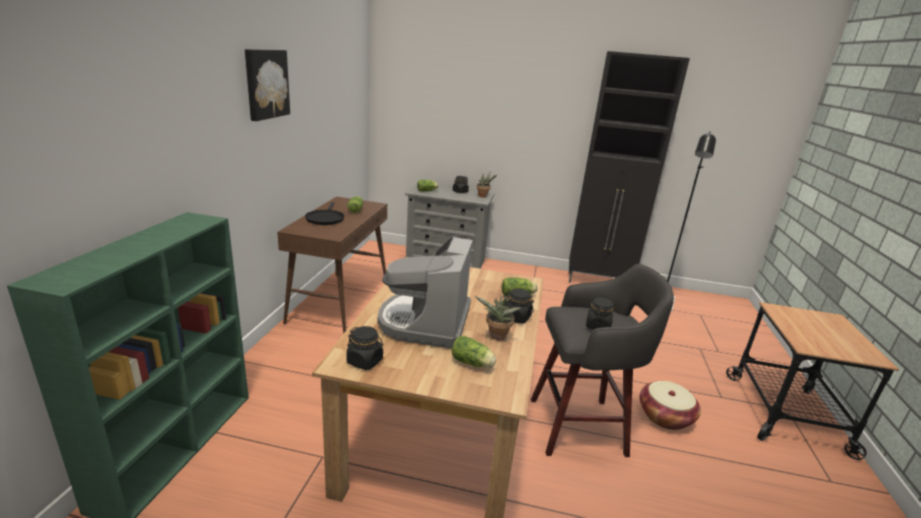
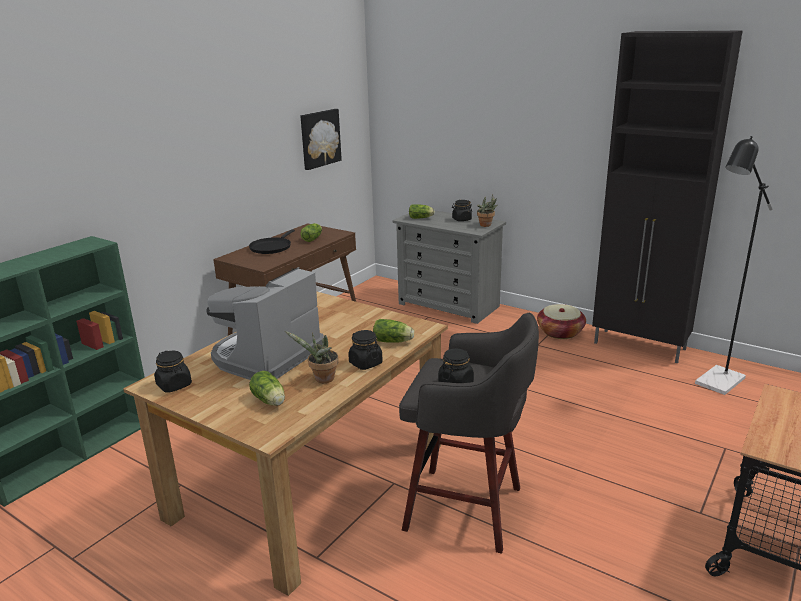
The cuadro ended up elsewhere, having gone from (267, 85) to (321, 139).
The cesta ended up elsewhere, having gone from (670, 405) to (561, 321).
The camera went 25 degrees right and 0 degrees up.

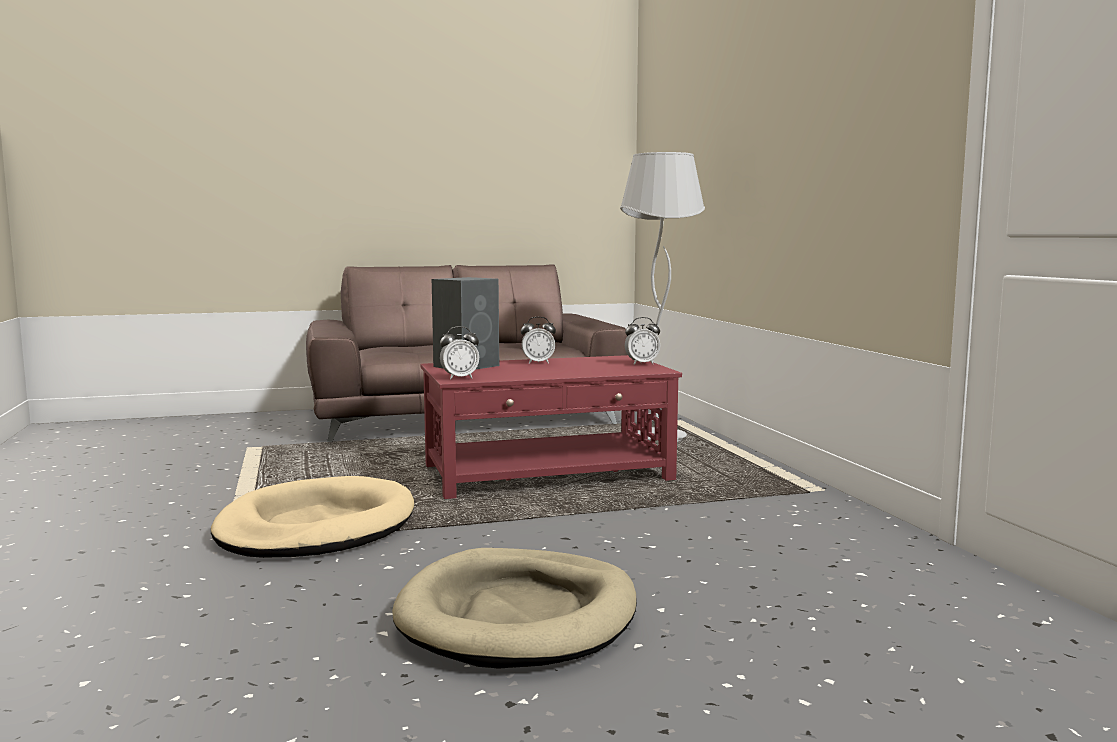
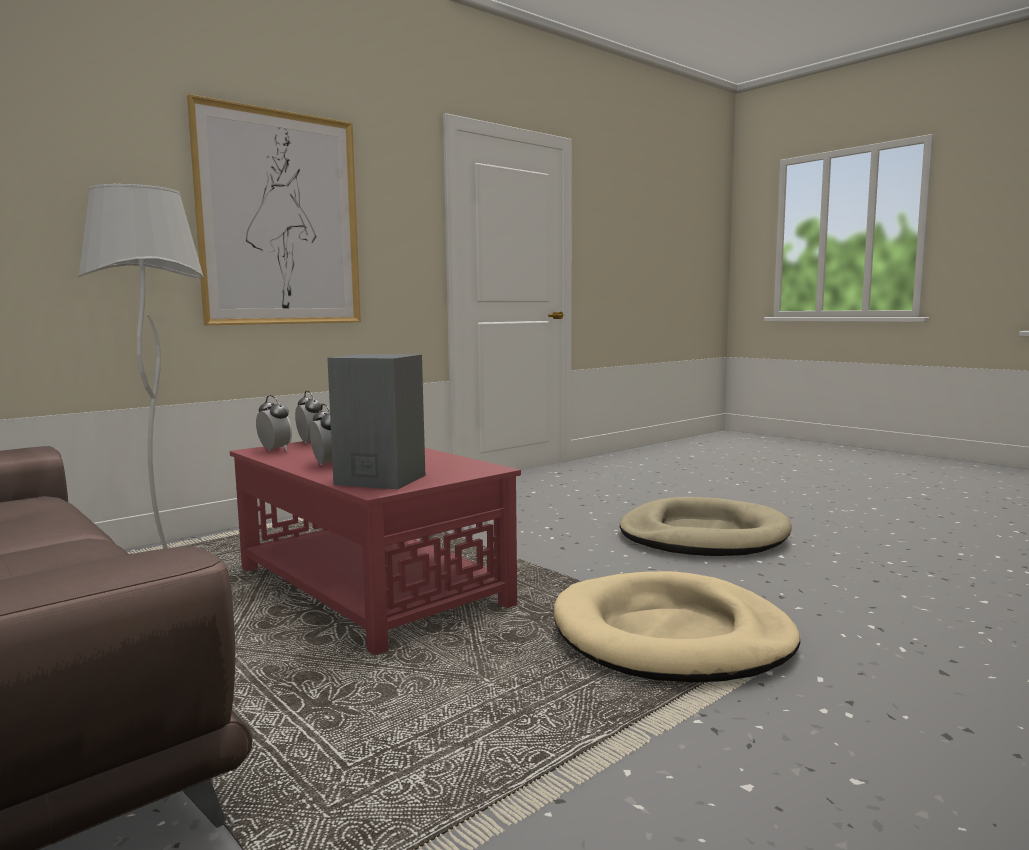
The second view gained the cuadro at (274, 209).
The despertador ended up elsewhere, having gone from (459, 353) to (274, 423).
The camera went 115 degrees left and 0 degrees up.

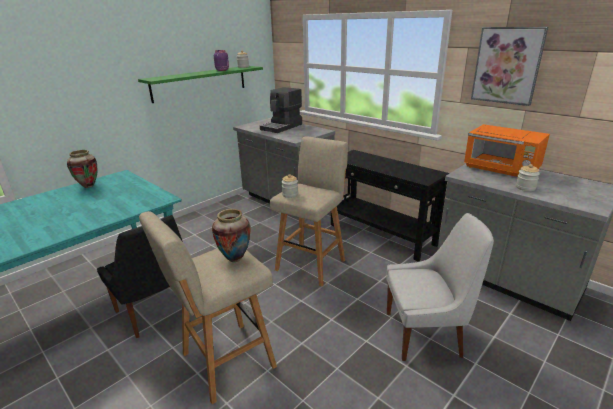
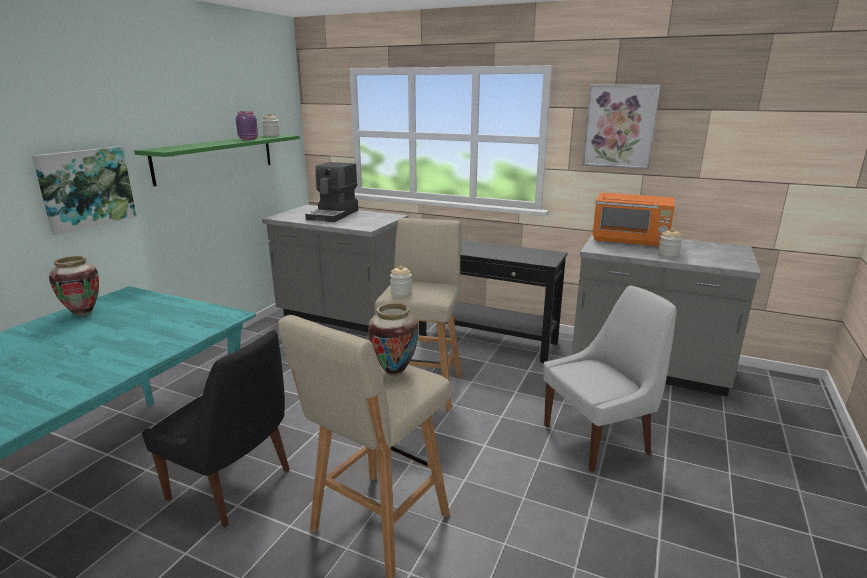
The second view gained the cuadro at (84, 191).
The camera went 20 degrees left and 5 degrees down.

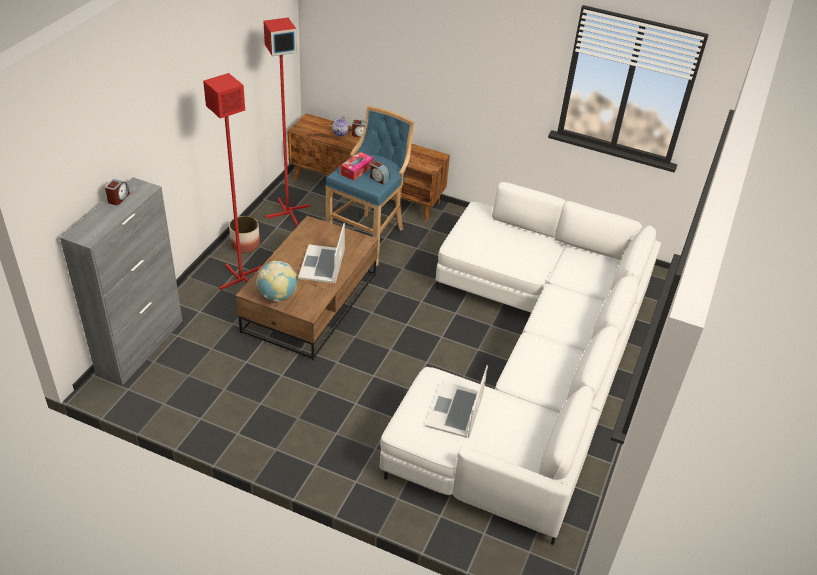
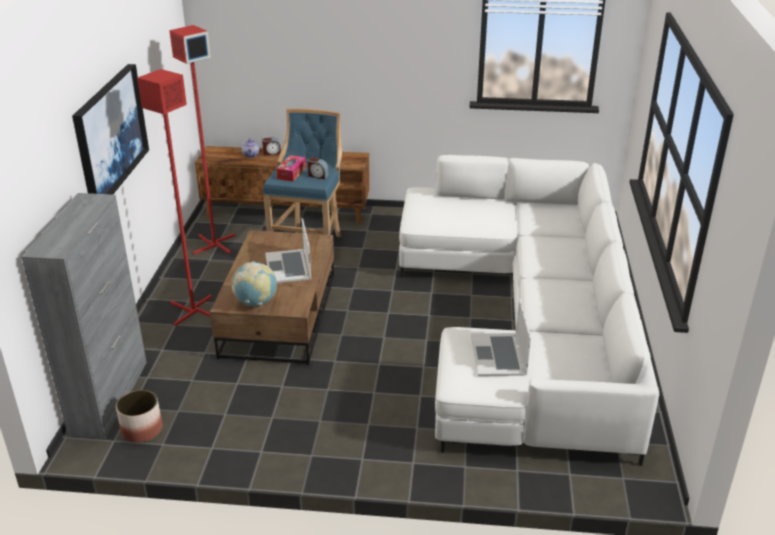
The second view lost the despertador at (117, 192).
The second view gained the cuadro at (110, 129).
The maceta ended up elsewhere, having gone from (244, 234) to (139, 416).
The camera went 15 degrees left and 10 degrees down.

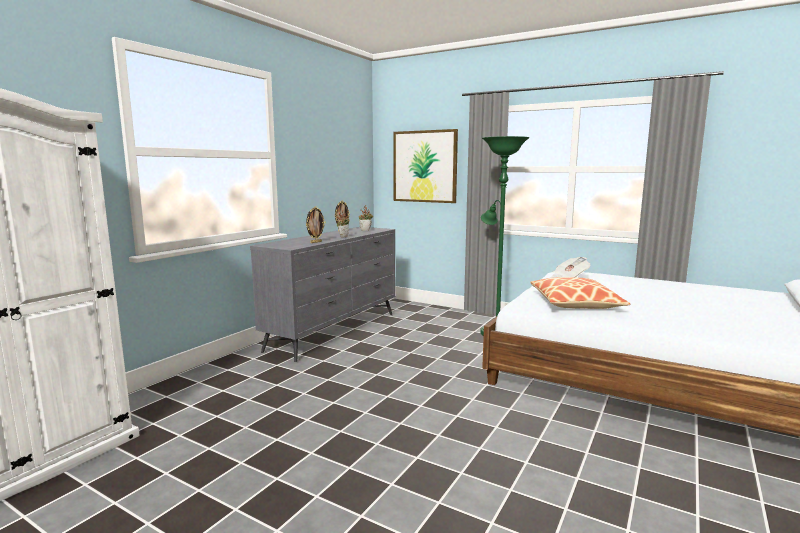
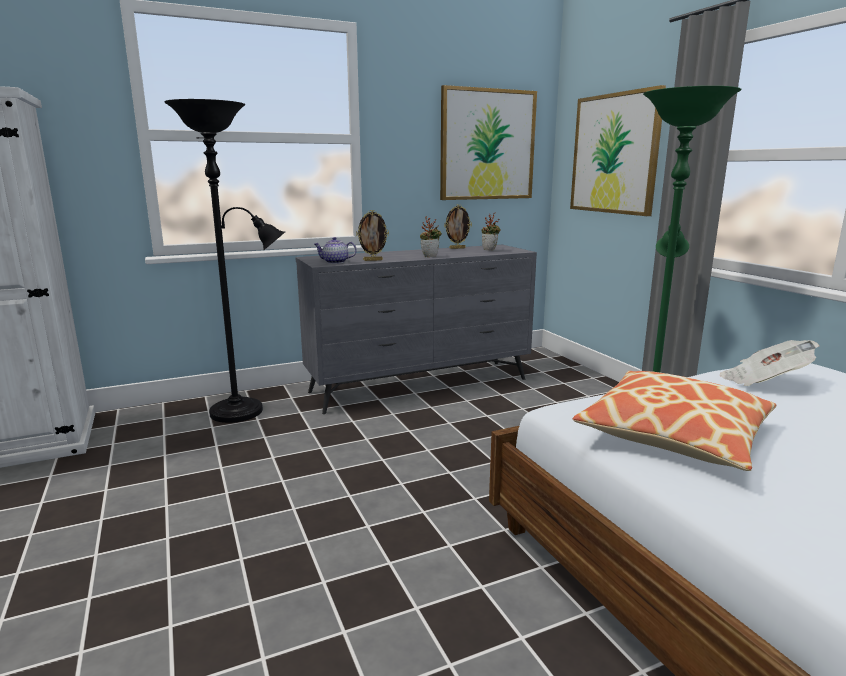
The second view gained the lámpara de pie/negro at (224, 261).
The second view gained the tetera at (335, 250).
The second view gained the cuadro at (488, 142).
The camera went 35 degrees right and 5 degrees up.

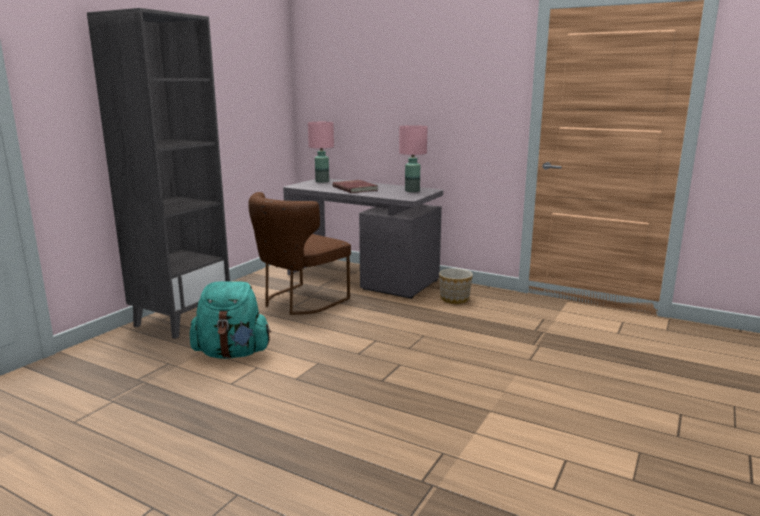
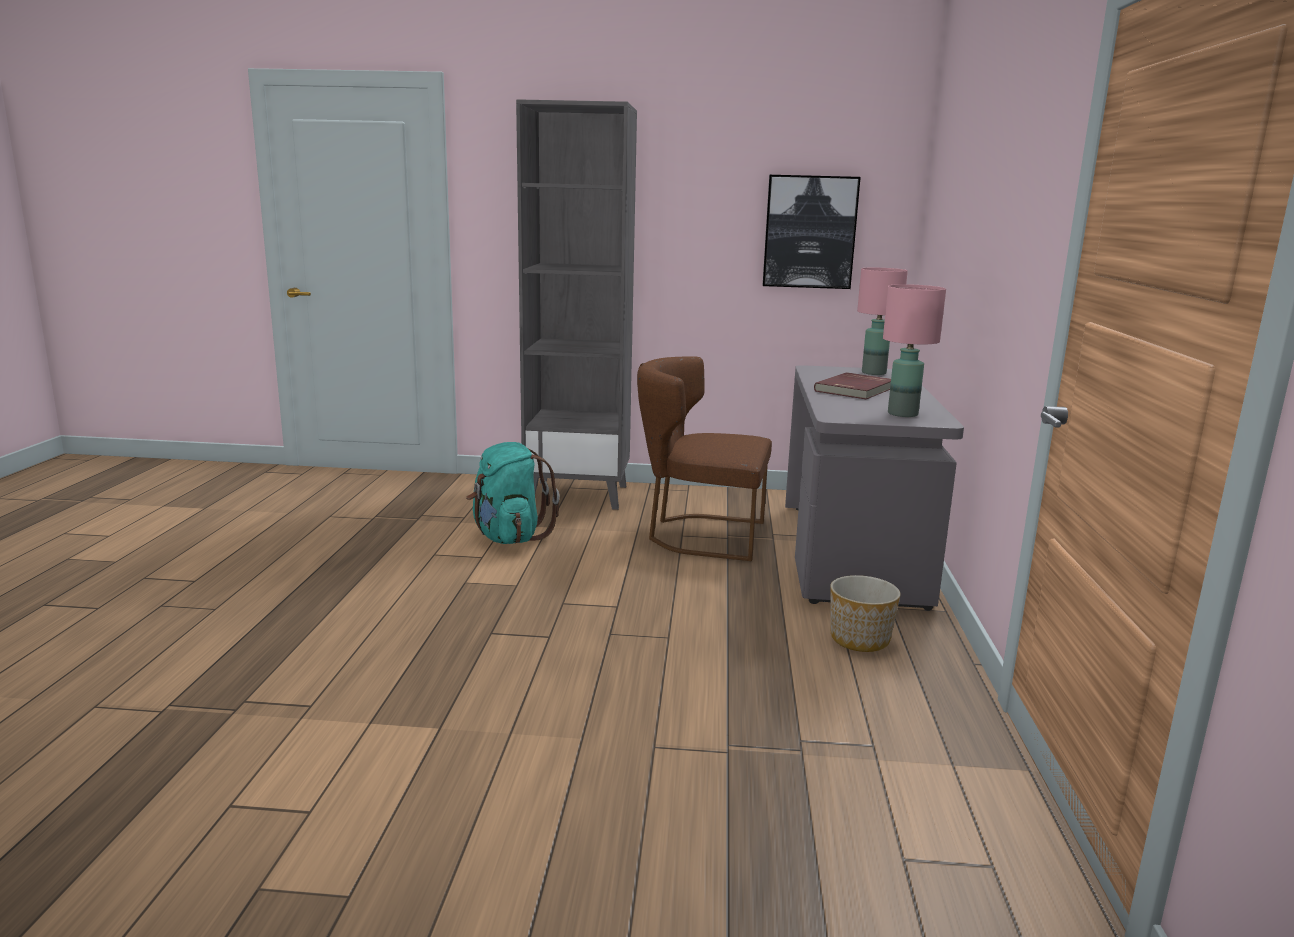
The second view gained the cuadro at (812, 232).
The camera went 65 degrees right and 0 degrees up.

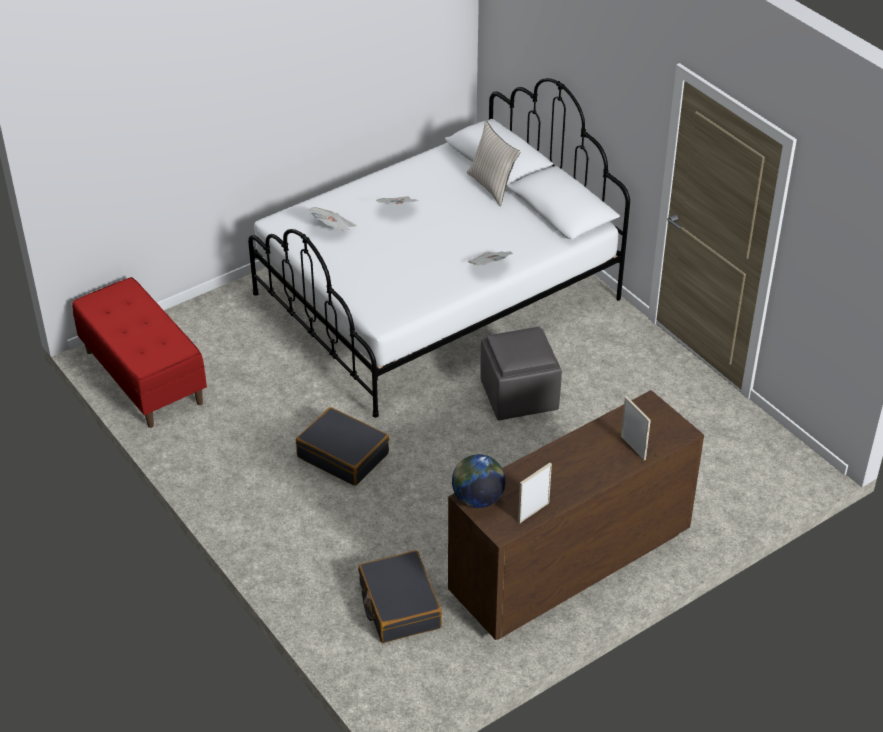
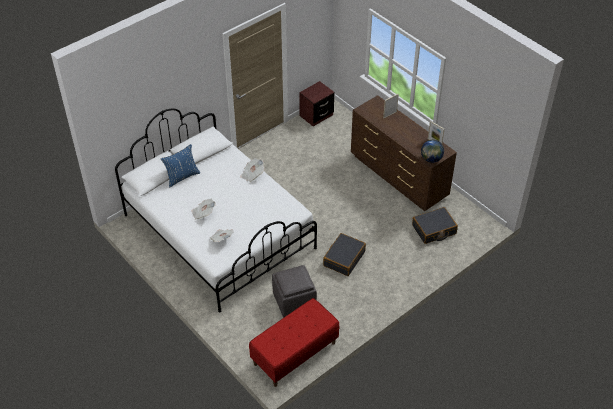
The second view gained the mesita de noche/marrón at (316, 104).
The puf/gris ended up elsewhere, having gone from (521, 373) to (294, 291).
What was the cojín/beis at (494, 163) turned into the cojín/azul at (180, 165).
The camera went 95 degrees left and 5 degrees up.

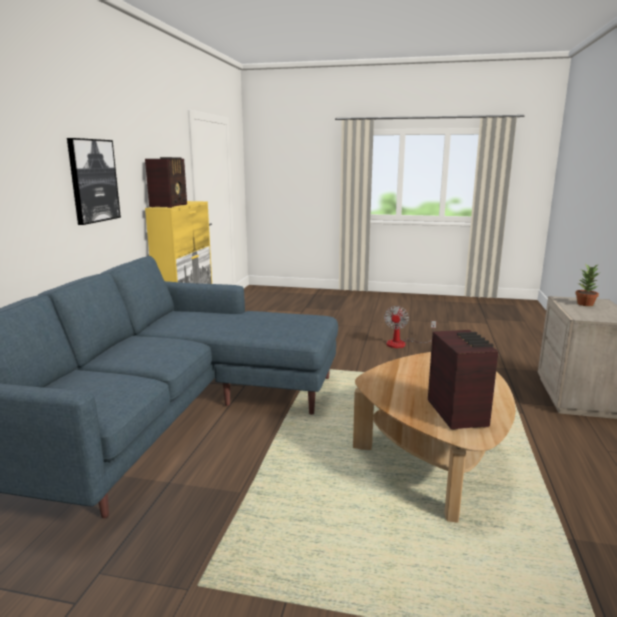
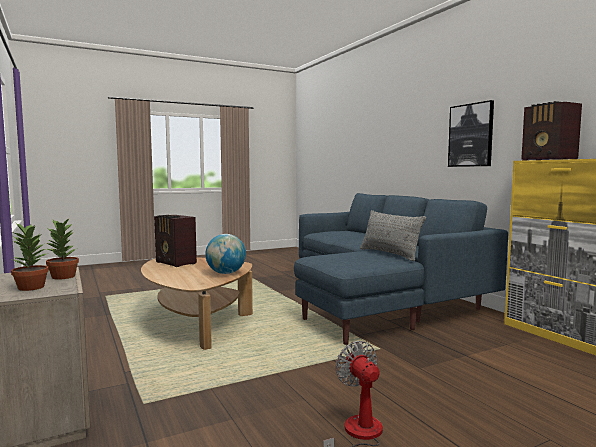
The second view gained the planta en maceta at (62, 249).
The second view gained the globo terráqueo at (225, 254).
The second view gained the cojín/gris at (393, 235).
The camera went 140 degrees right and 10 degrees down.

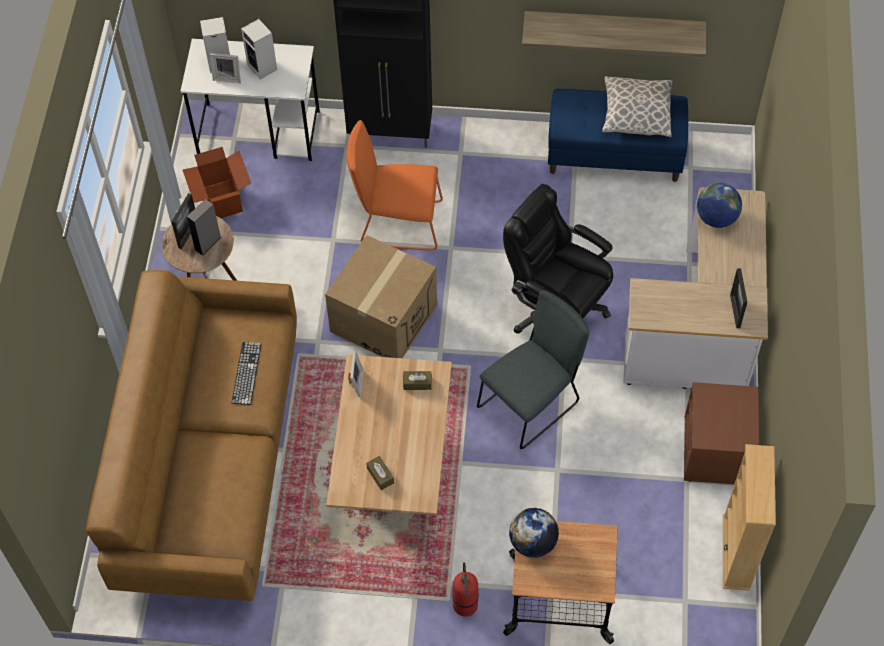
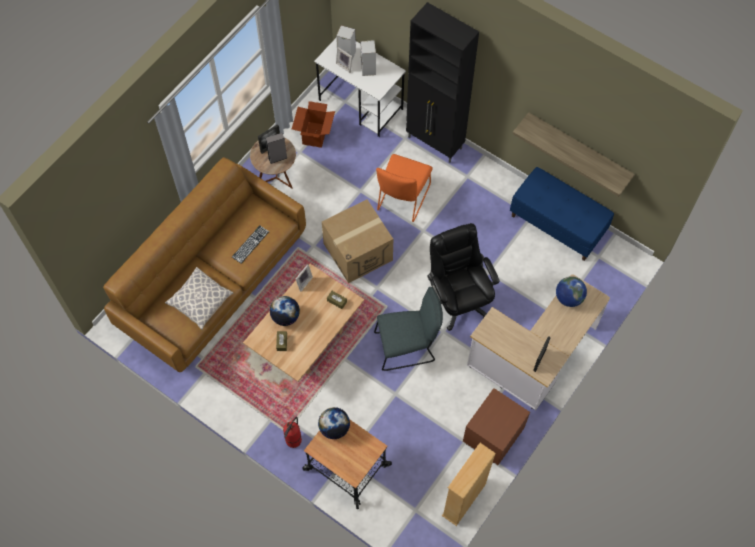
The second view gained the globo terráqueo at (285, 311).
The cojín ended up elsewhere, having gone from (637, 106) to (199, 298).
The silla/naranja at (395, 185) ended up facing another way, 105 degrees counterclockwise from before.
The camera went 30 degrees right and 5 degrees up.

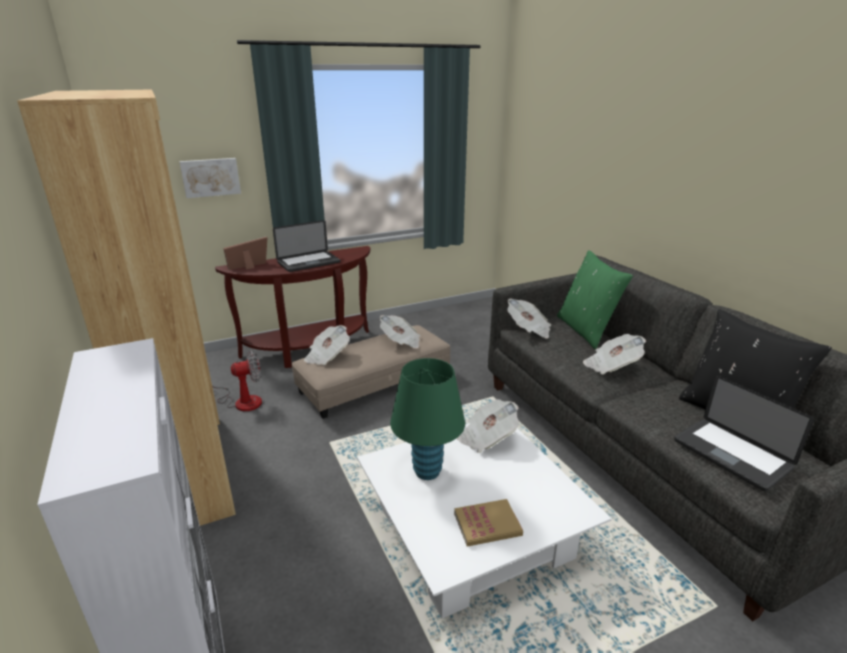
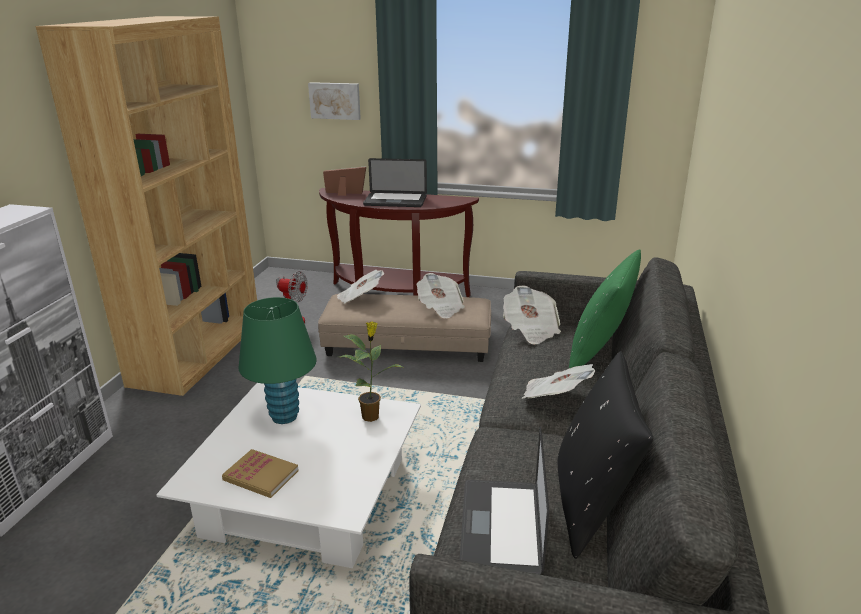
Where the periódico stood at (488, 426), the planta en maceta came to stand at (371, 371).
The camera went 40 degrees right and 0 degrees up.

